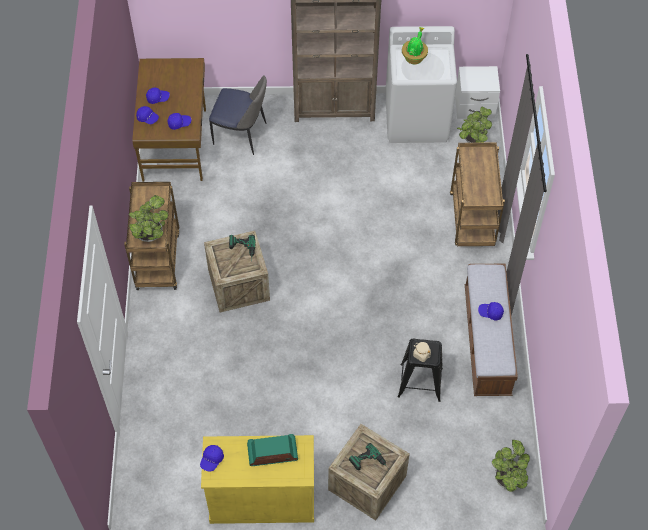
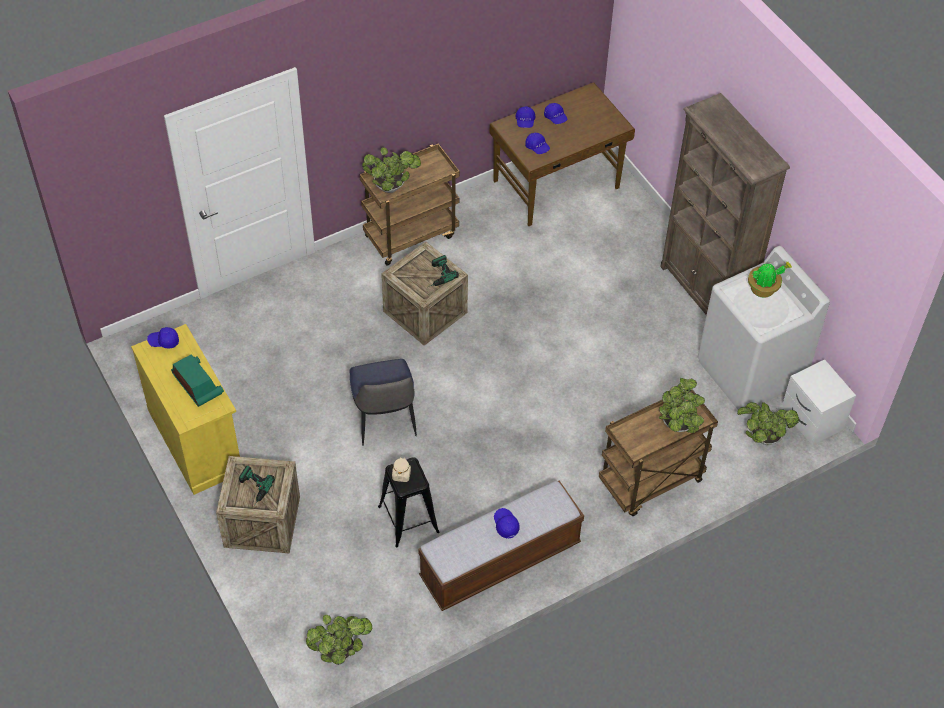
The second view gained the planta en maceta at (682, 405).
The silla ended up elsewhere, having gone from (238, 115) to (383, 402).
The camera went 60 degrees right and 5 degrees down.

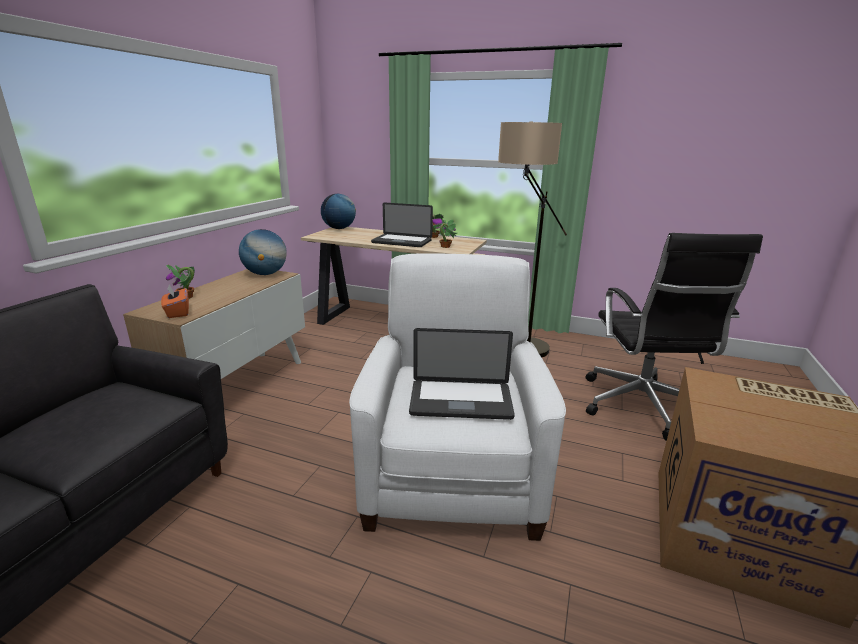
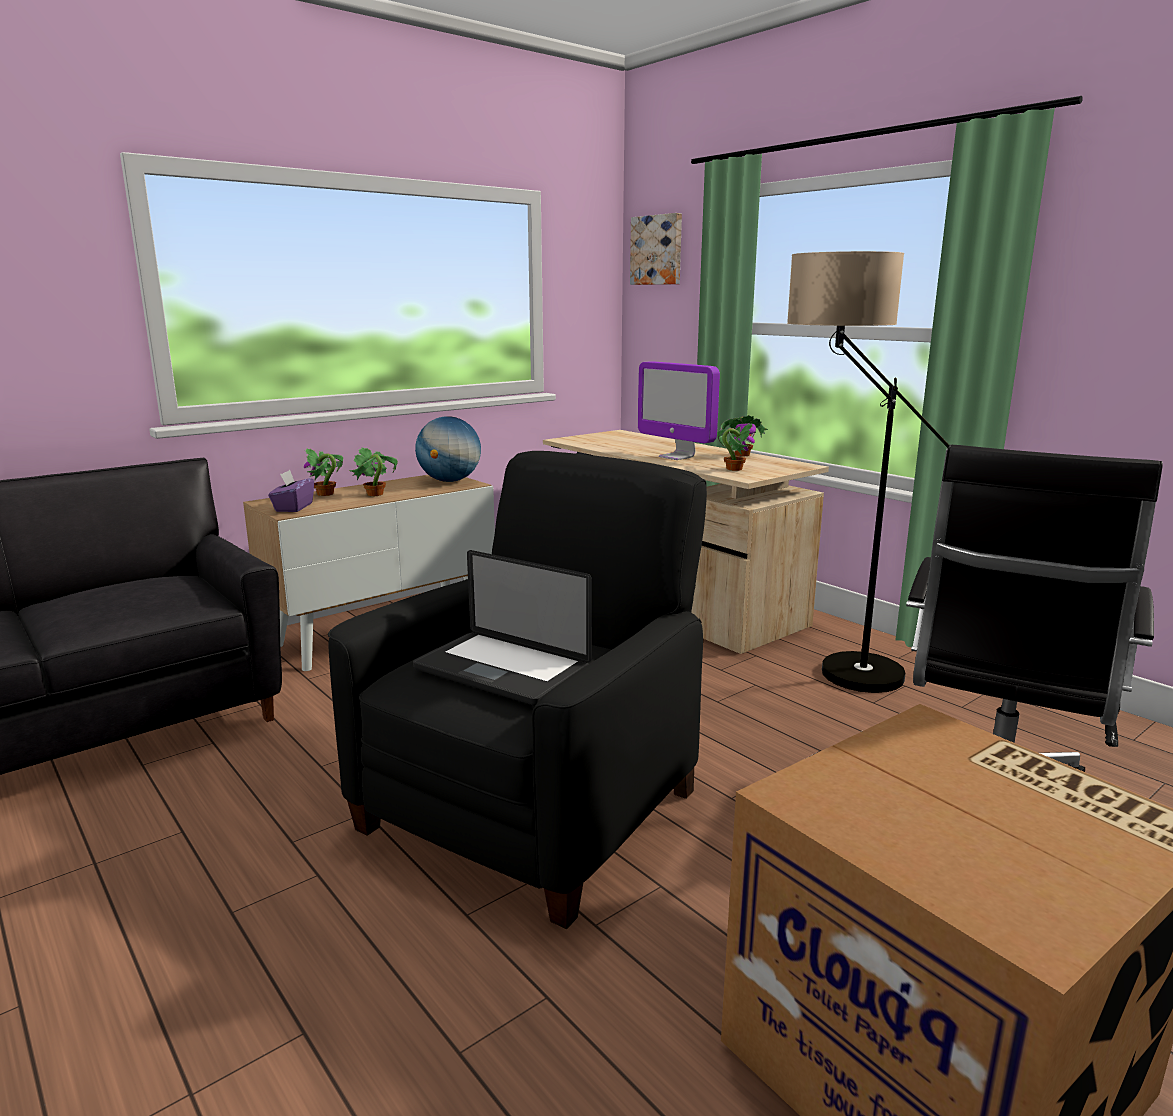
The second view lost the globo terráqueo at (338, 211).
The second view gained the planta en maceta at (373, 471).
The second view gained the cuadro at (656, 249).
Where the portátil stood at (402, 224), the monitor came to stand at (679, 410).
What was the caja de pañuelos/naranja at (175, 301) turned into the caja de pañuelos/morado at (291, 491).
What was the sillón/blanco at (457, 397) turned into the sillón/negro at (517, 690).
The camera went 30 degrees right and 5 degrees down.

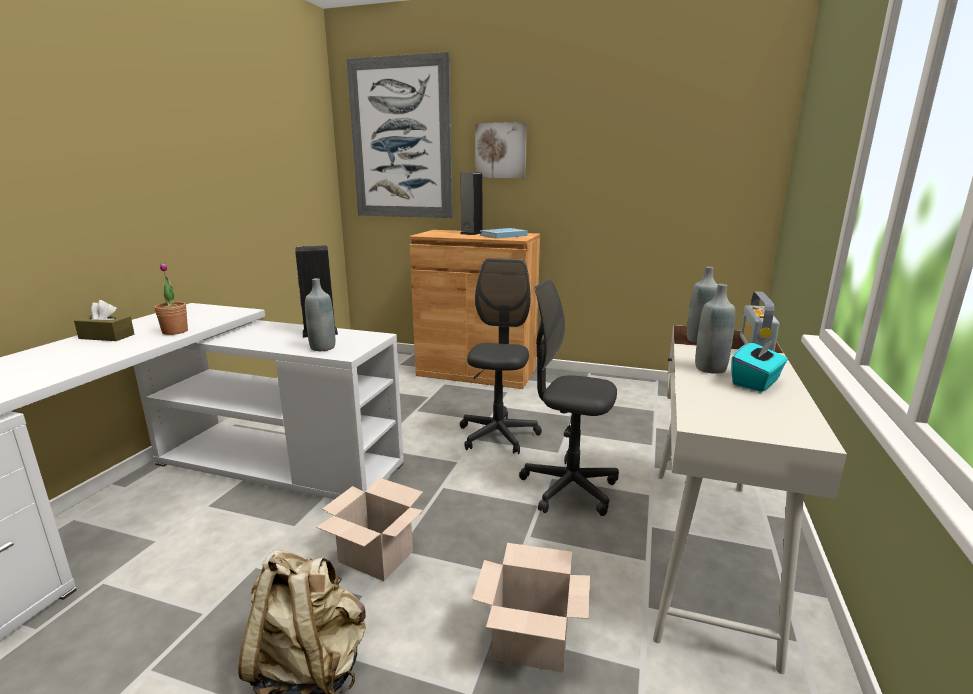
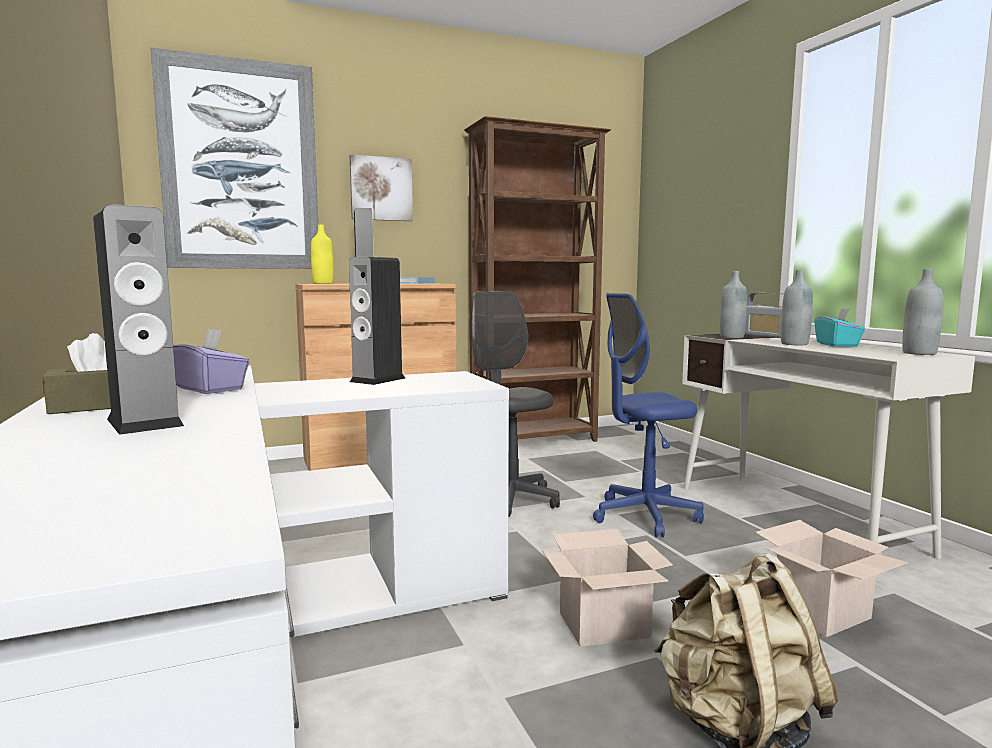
The second view gained the altavoz at (138, 319).
The second view gained the botella/amarillo at (322, 254).
The second view gained the estantería/marrón at (537, 279).
The botella/gris ended up elsewhere, having gone from (320, 314) to (923, 312).
Where the planta en maceta stood at (171, 299), the caja de pañuelos/morado came to stand at (211, 361).
What was the silla de oficina/gris at (569, 397) turned into the silla de oficina/azul at (648, 415).
The camera went 40 degrees left and 10 degrees down.

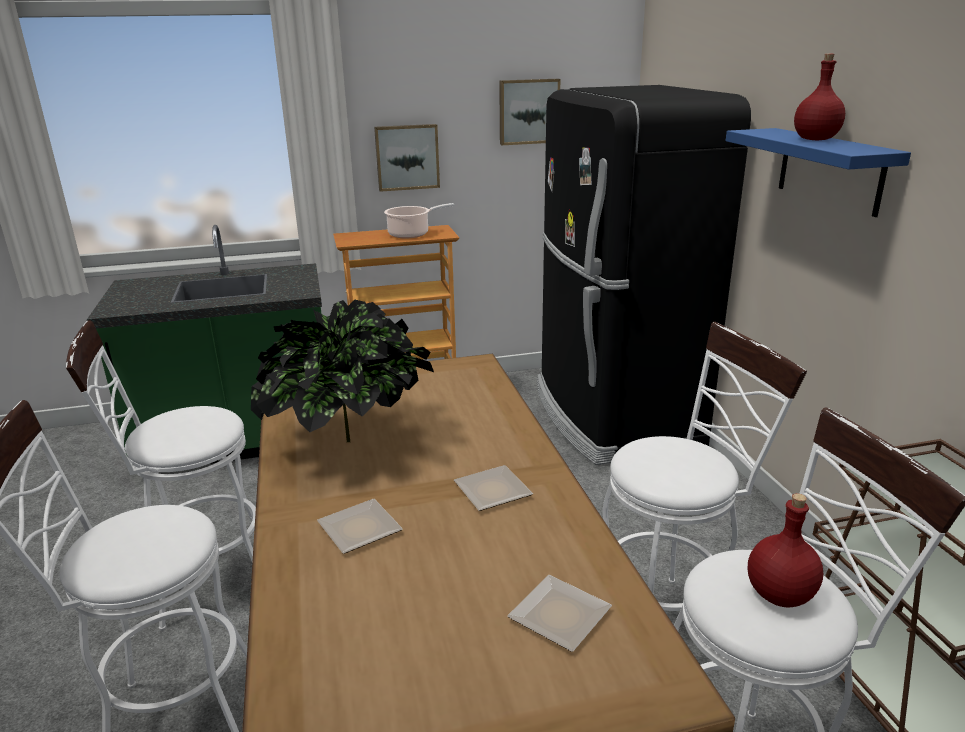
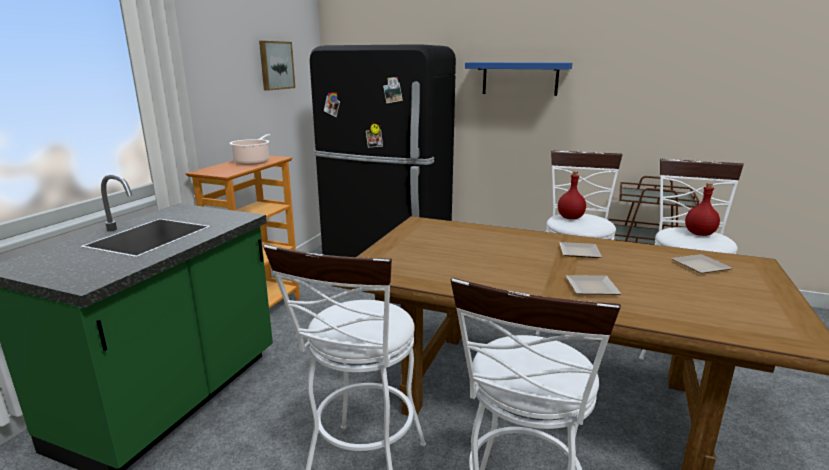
The second view lost the planta en maceta at (342, 371).
The second view lost the cuadro at (407, 158).
The botella/rojo ended up elsewhere, having gone from (819, 97) to (572, 195).
The camera went 55 degrees left and 5 degrees down.

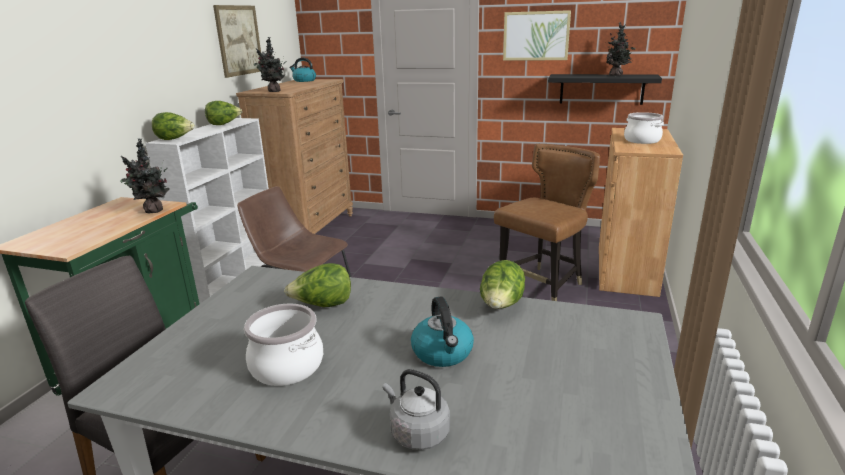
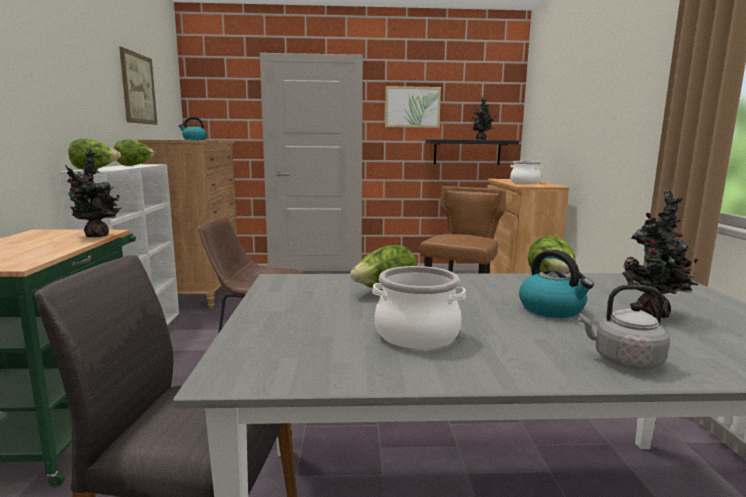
The planta en maceta ended up elsewhere, having gone from (270, 64) to (660, 254).
The camera went 20 degrees left and 10 degrees down.

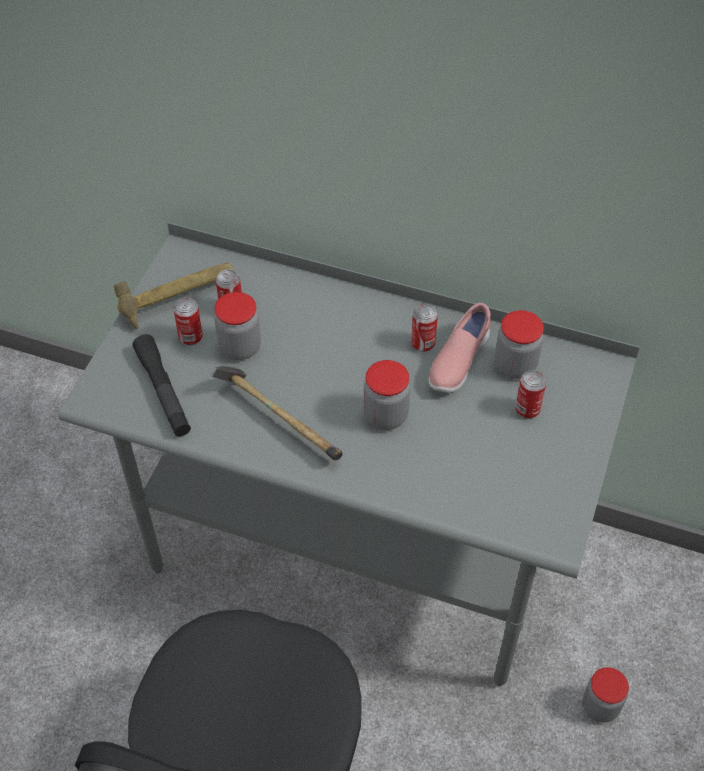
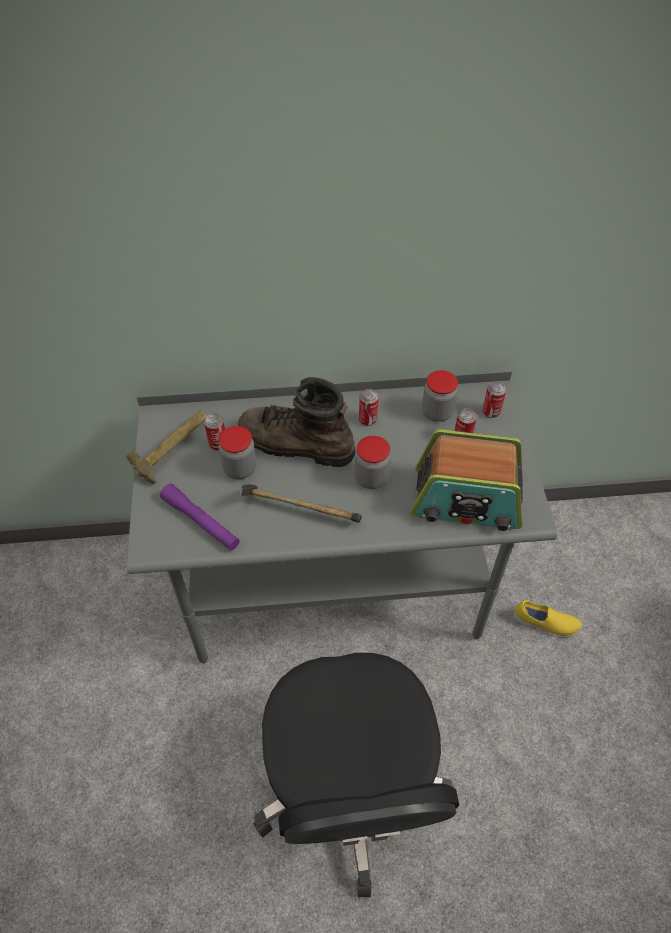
The second view lost the zapato/rosa at (460, 348).
The second view gained the bota/marrón at (296, 422).
The second view gained the radio at (466, 480).
The lata ended up elsewhere, having gone from (188, 321) to (494, 399).
Where the tarro stood at (605, 695), the zapato/amarillo came to stand at (547, 619).
What was the linterna/negro at (161, 385) turned into the linterna/morado at (200, 517).
The camera went 25 degrees left and 0 degrees up.

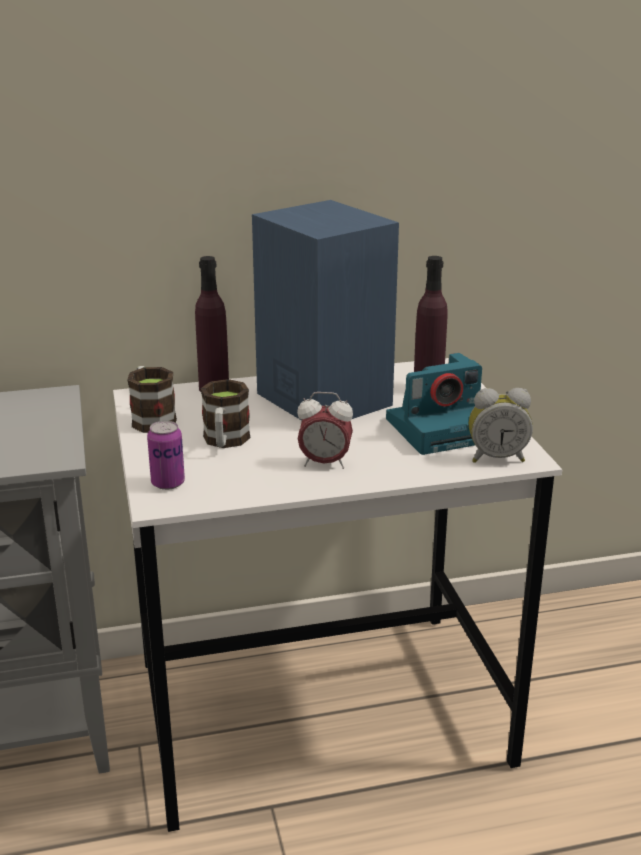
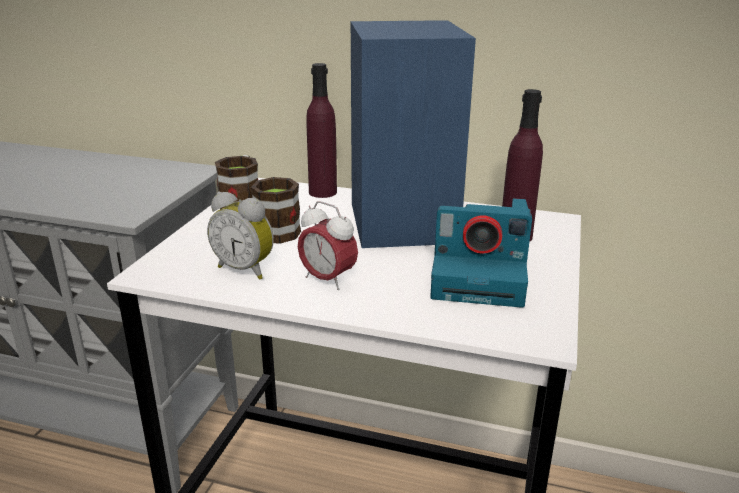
The second view lost the lata at (166, 455).
The despertador ended up elsewhere, having gone from (501, 425) to (240, 236).
The camera went 30 degrees right and 0 degrees up.

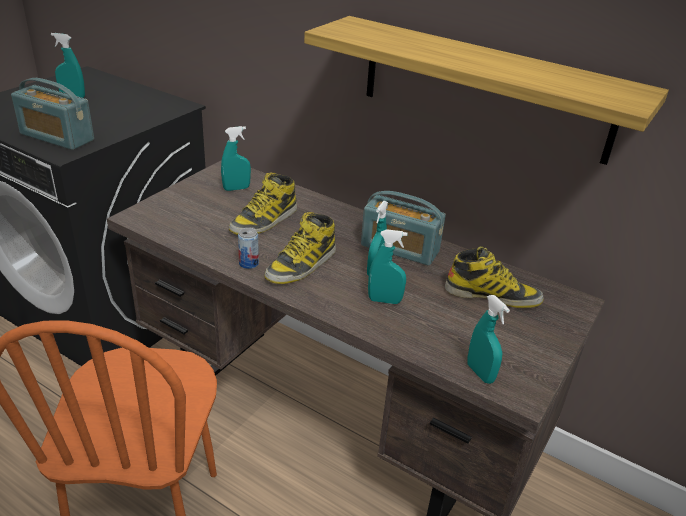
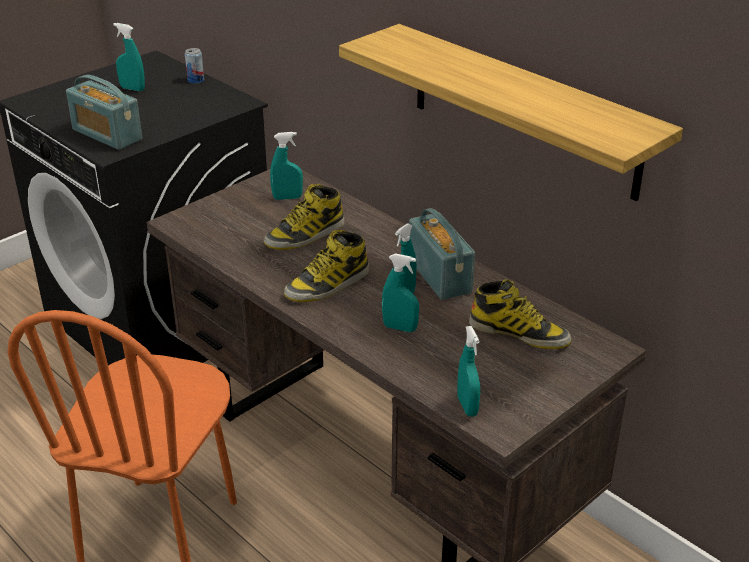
The lata ended up elsewhere, having gone from (248, 248) to (194, 66).
The radio at (403, 228) ended up facing another way, 150 degrees counterclockwise from before.
The camera went 15 degrees right and 0 degrees up.

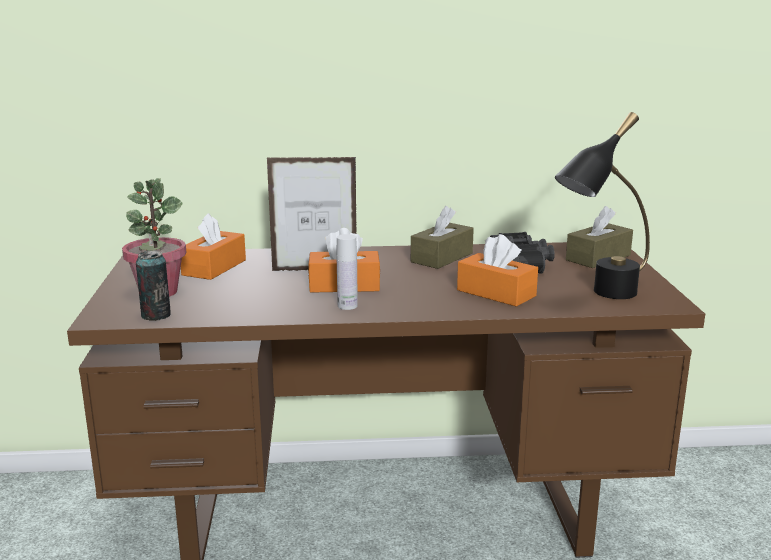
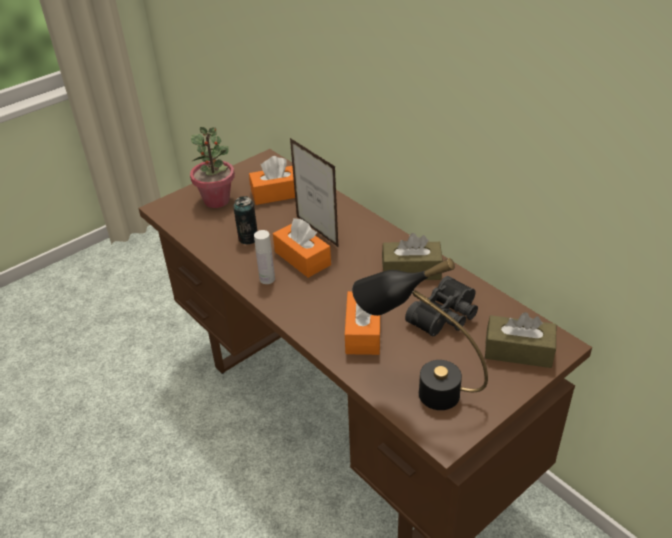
The lata ended up elsewhere, having gone from (153, 285) to (245, 220).
The camera went 55 degrees right and 20 degrees up.

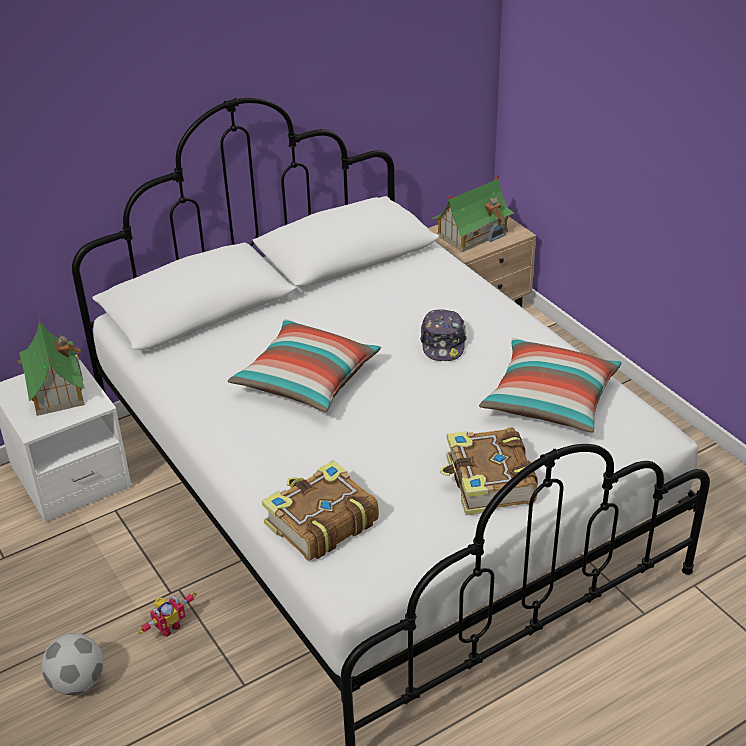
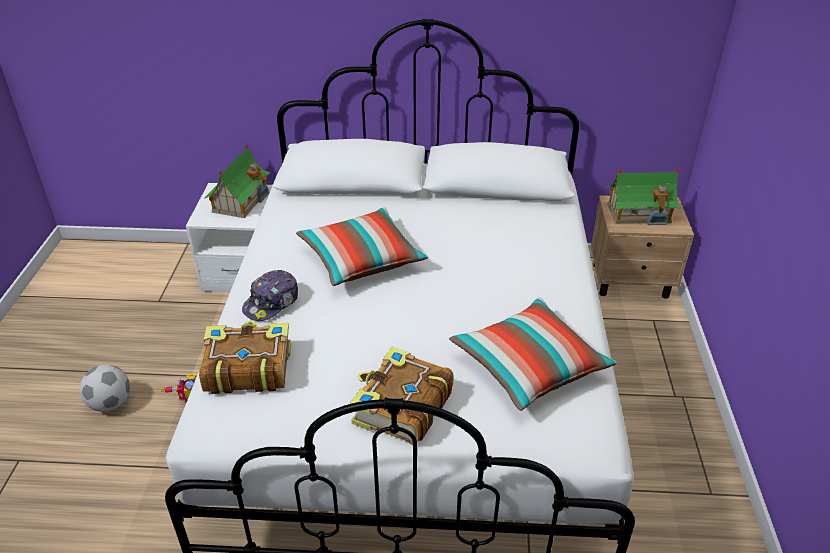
The gorra ended up elsewhere, having gone from (443, 335) to (270, 295).
The camera went 35 degrees right and 0 degrees up.

